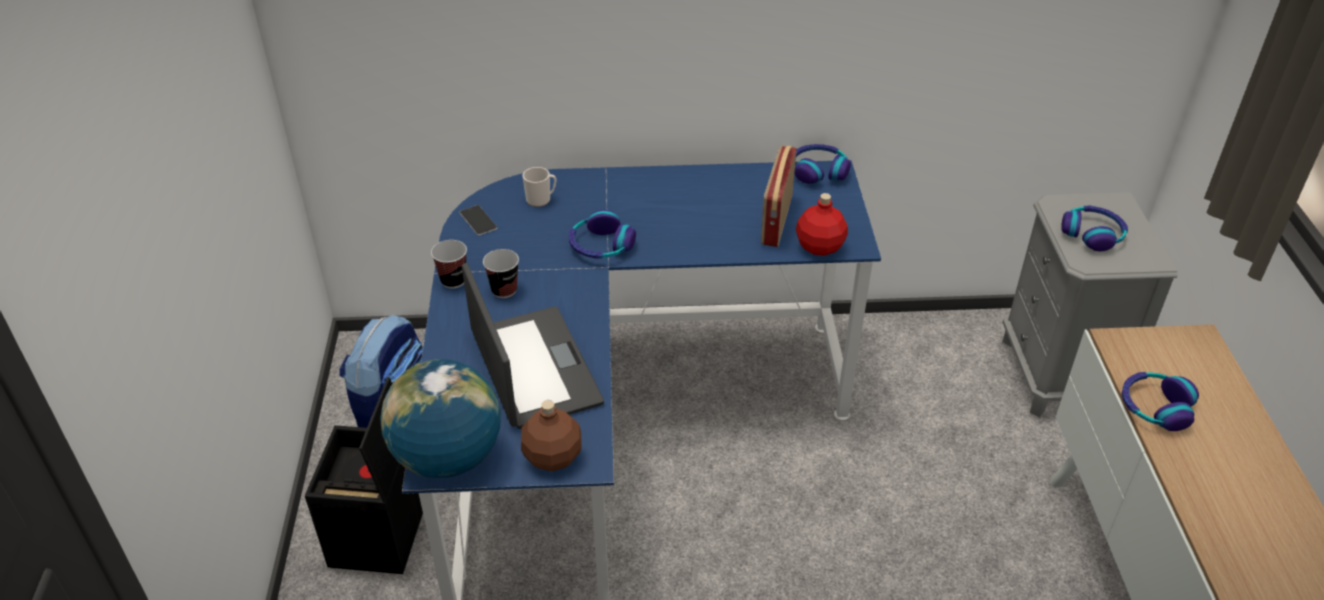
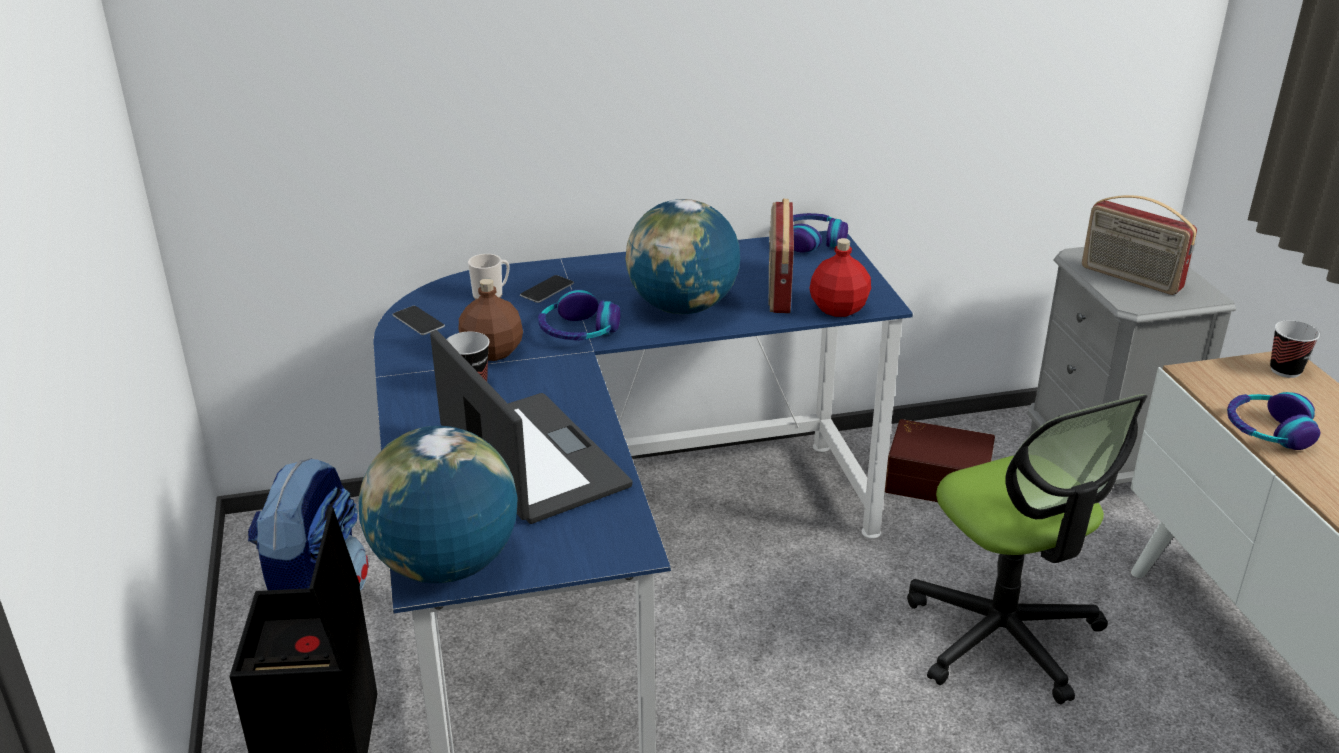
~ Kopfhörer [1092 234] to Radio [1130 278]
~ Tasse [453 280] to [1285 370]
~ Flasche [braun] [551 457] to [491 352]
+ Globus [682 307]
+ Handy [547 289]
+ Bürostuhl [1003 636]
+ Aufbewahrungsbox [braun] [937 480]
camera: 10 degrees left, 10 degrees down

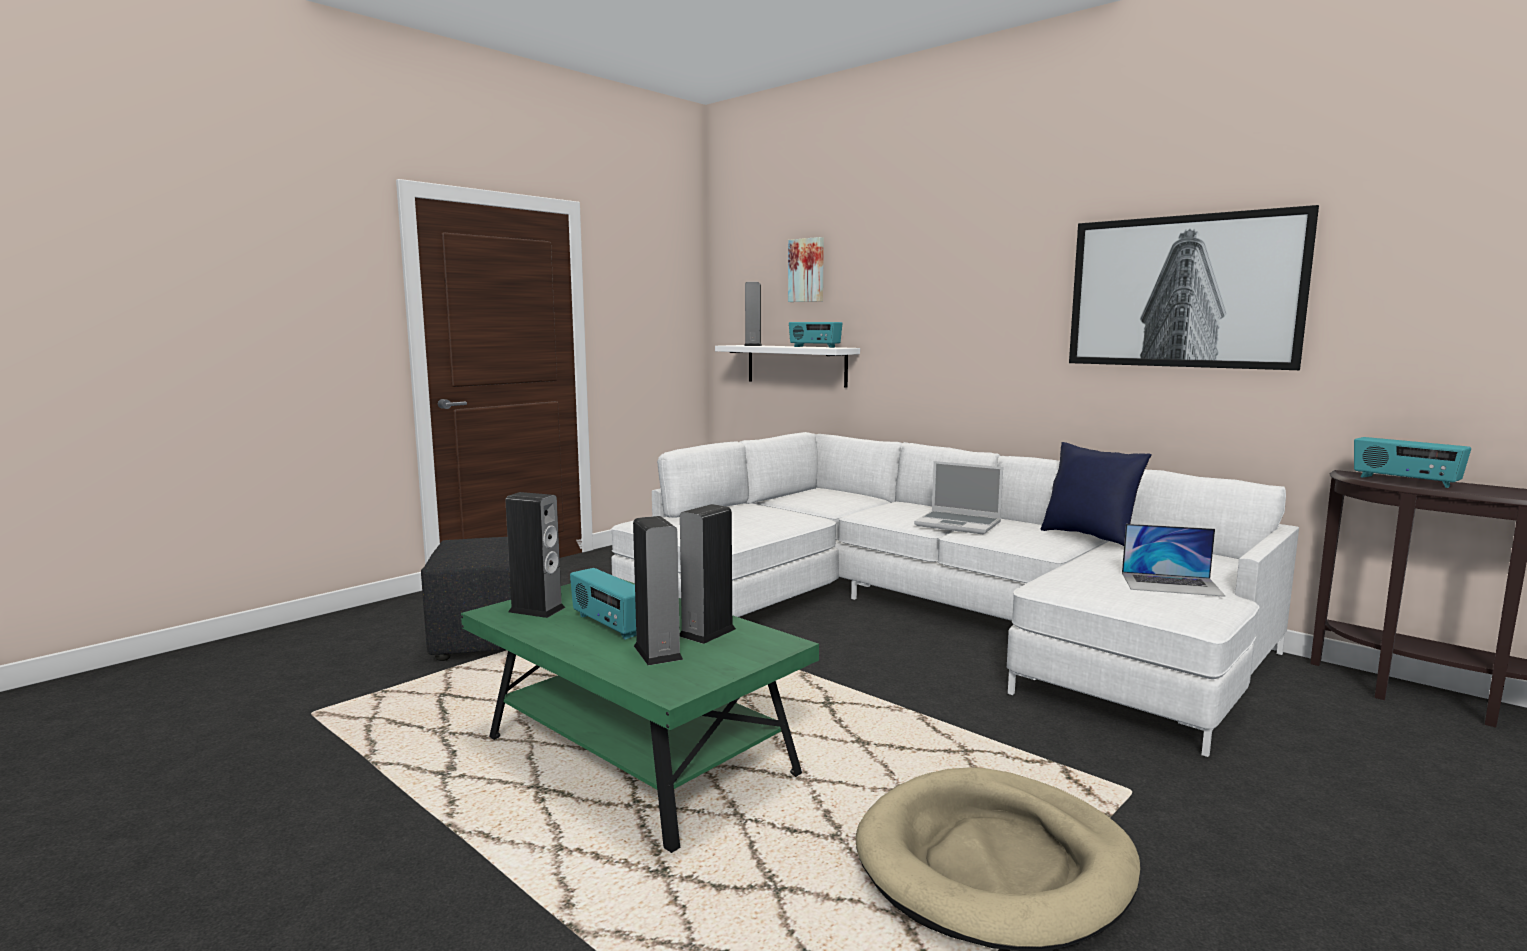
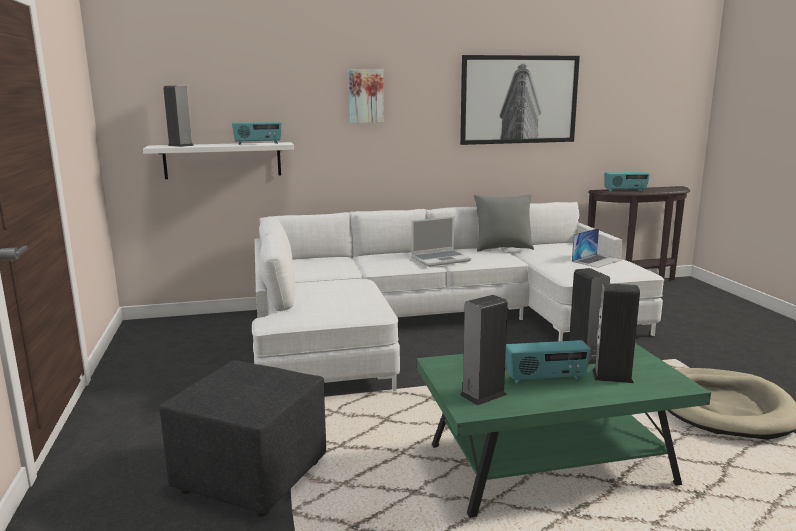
~ Bild [807 270] to [366 96]
~ Kissen [blau] [1089 537] to Kissen [grau] [502 248]
camera: 55 degrees left, 5 degrees up

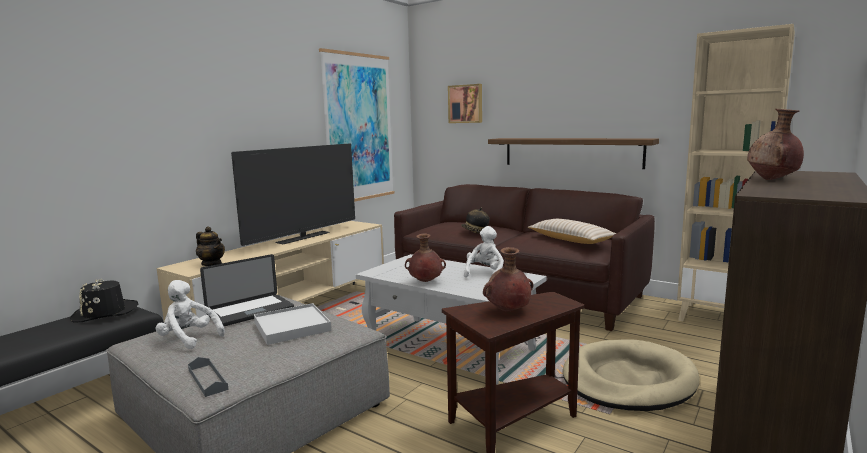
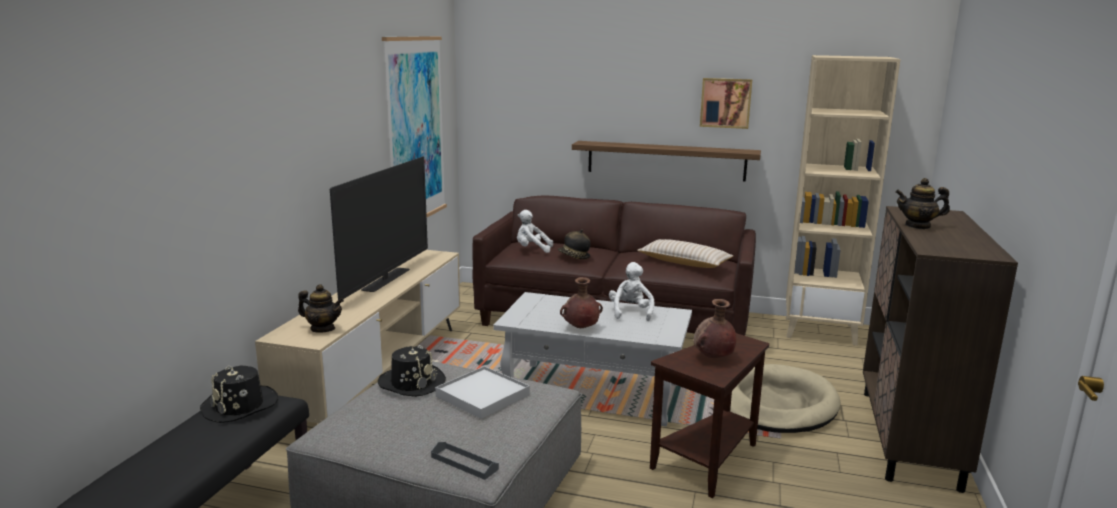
~ Bild [466 104] to [725 103]
~ Vase [braun] [772 179] to Teekanne [918 226]
~ Laptop [250 311] to Hut [schwarz] [411 383]
~ Plüschtier [weiß] [189 339] to [532 249]
camera: 20 degrees left, 5 degrees up

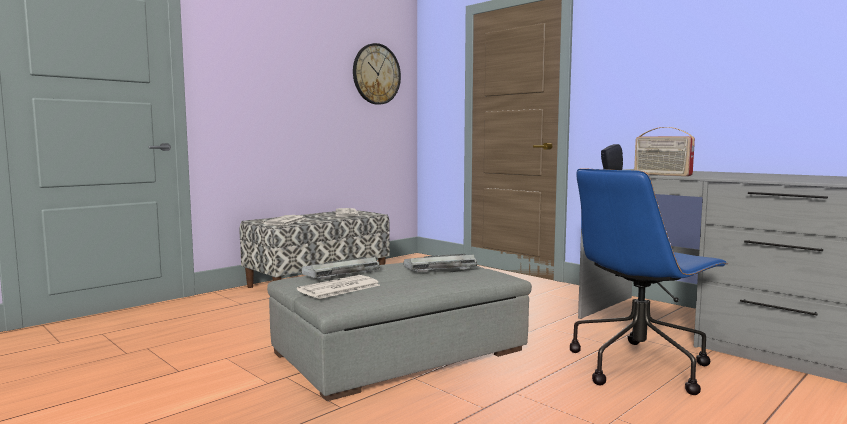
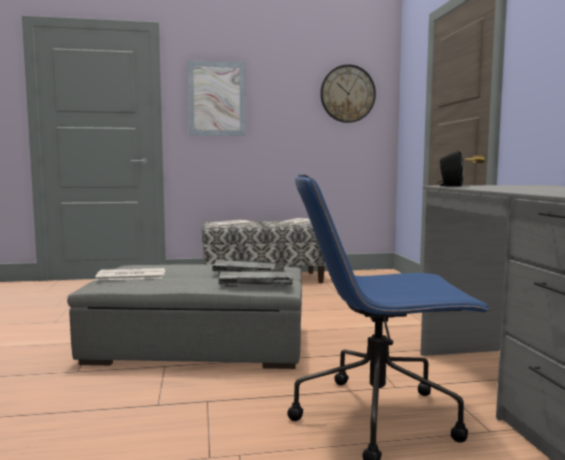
- Radio [661 175]
~ Tastatur [340 273] to [255 284]
+ Bild [217 99]
camera: 35 degrees right, 0 degrees up

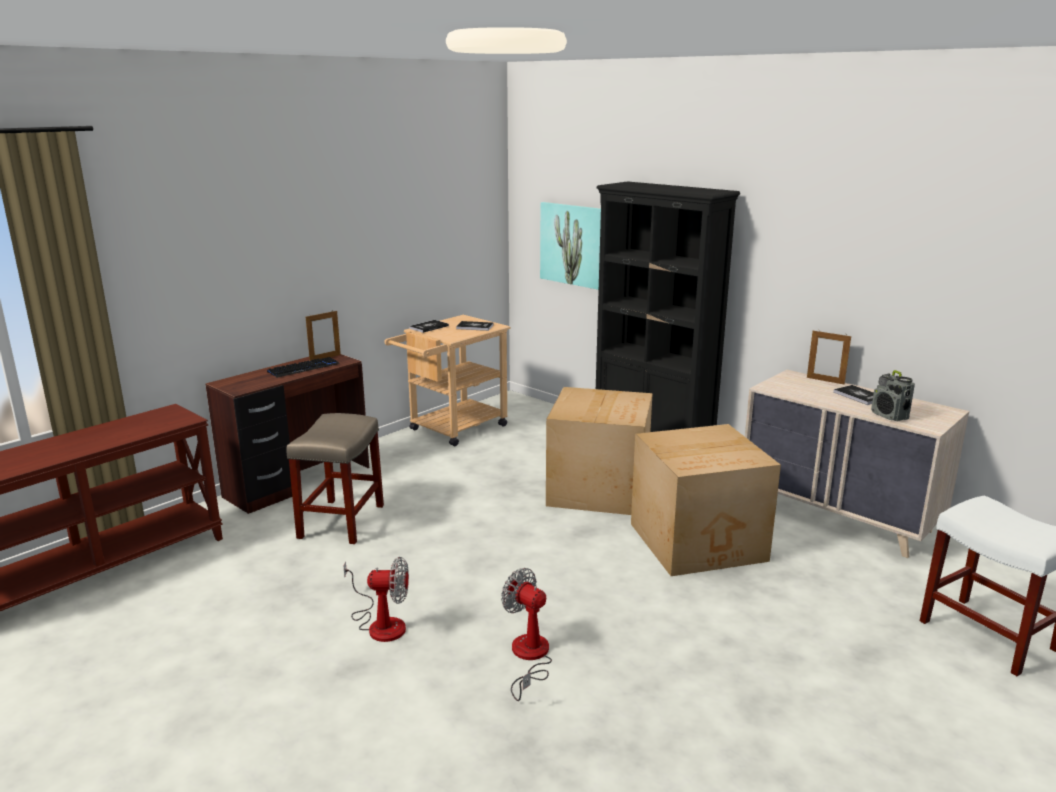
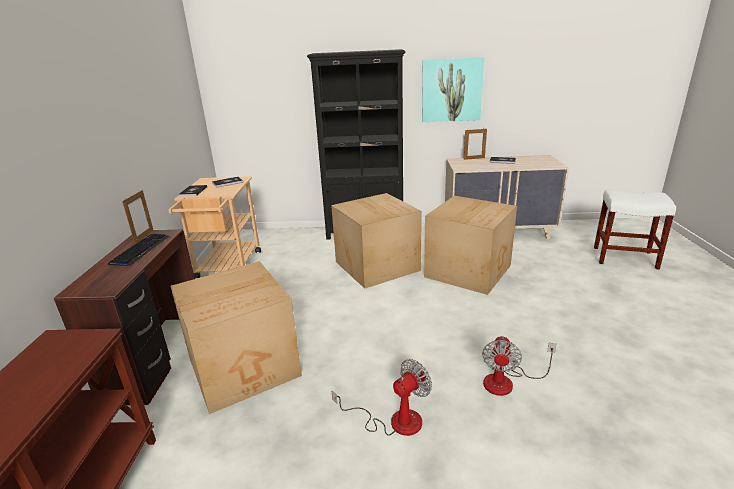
~ Bild [572 244] to [451 90]
- Radio [889 416]
~ Hocker [beige] [341 522] to Karton [245 367]
~ Ventilator [529 657] = [507 382] 75 degrees counterclockwise
camera: 40 degrees left, 5 degrees up

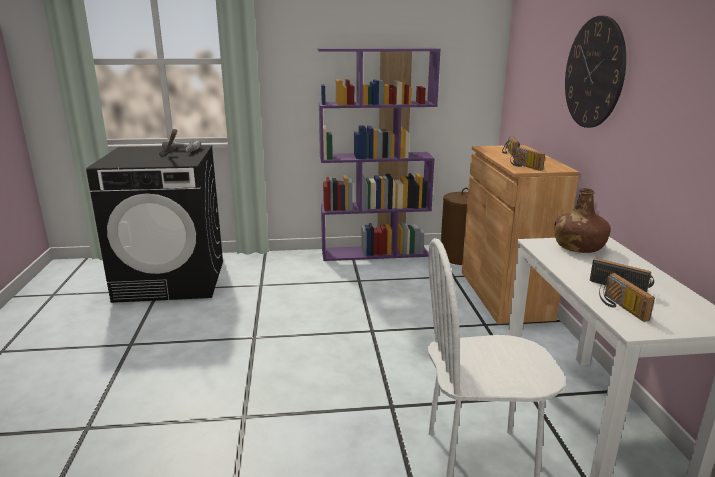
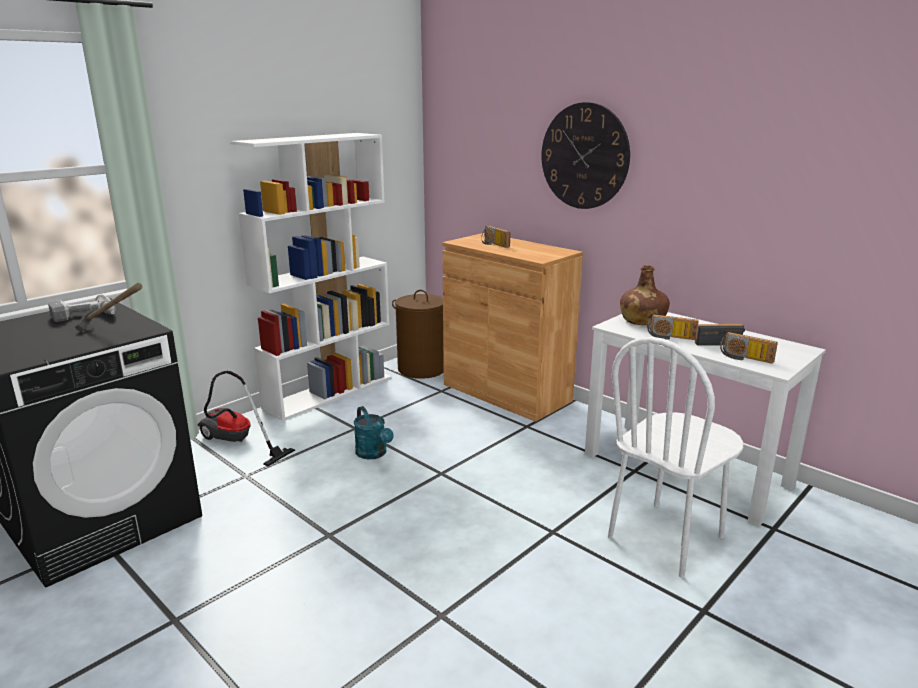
~ Bücherregal [lila] [375 252] to Bücherregal [weiß] [329 392]
~ Radio [524 166] to [670 337]
+ Staubsauger [235 443]
+ Gießkanne [türkis] [374 454]
camera: 40 degrees left, 0 degrees up

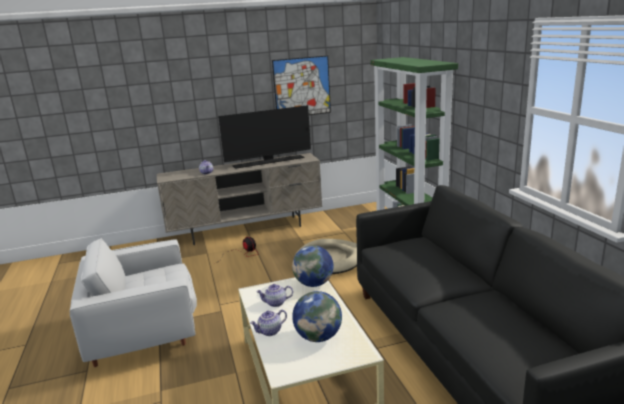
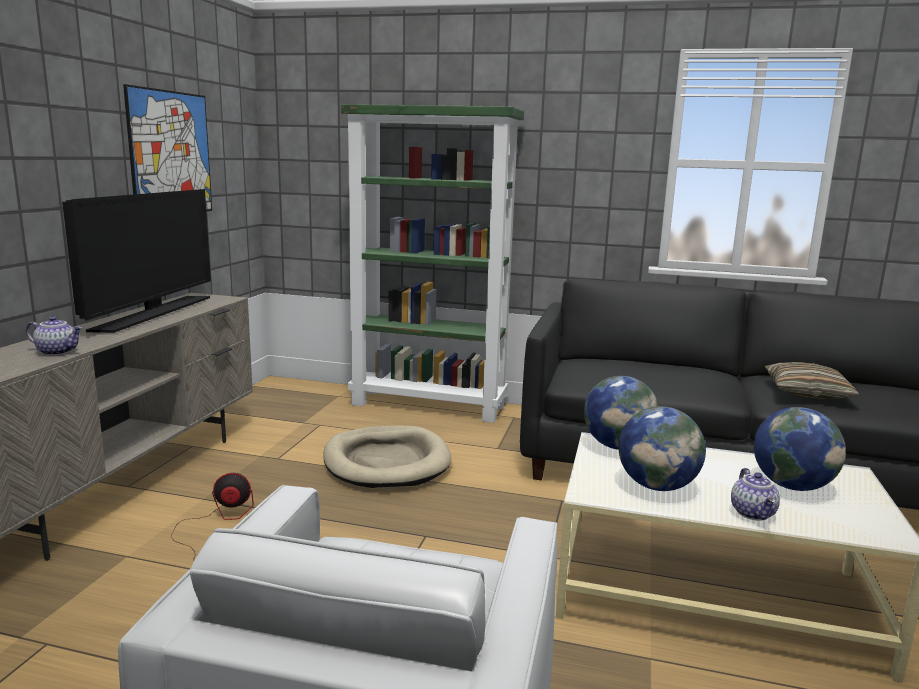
~ Teekanne [275 303] to Globus [657 486]
+ Kissen [807 392]
camera: 60 degrees left, 5 degrees down

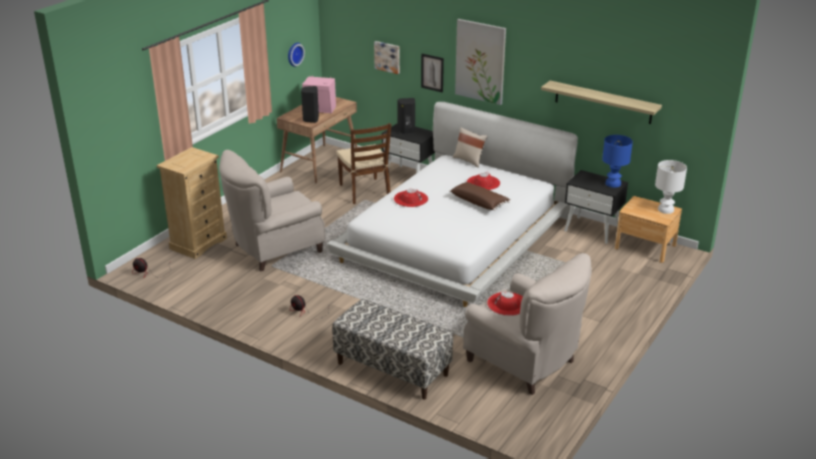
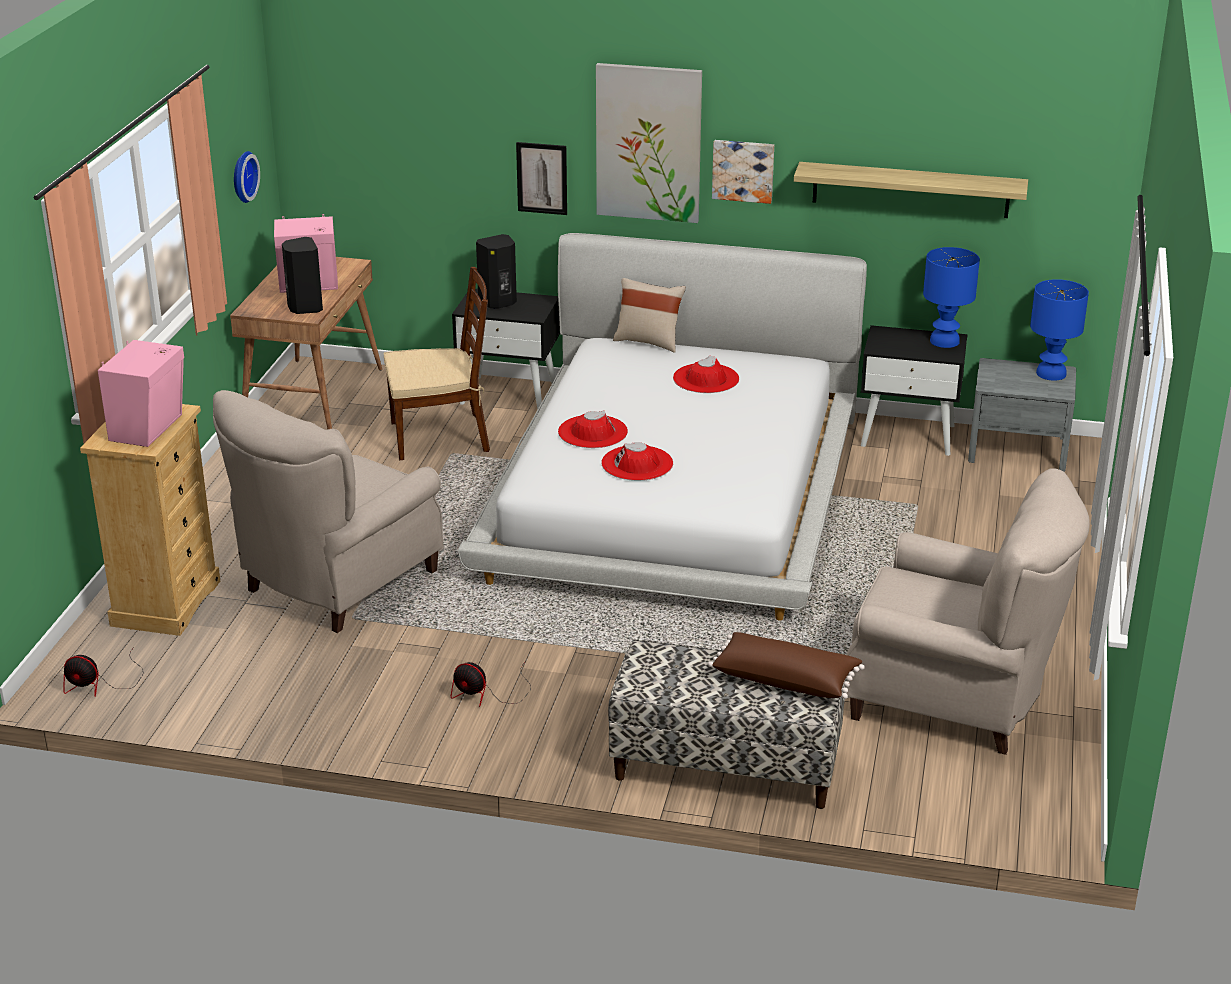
~ Bild [387 57] to [743 170]
~ Stuhl [braun] [365 191] = [441 436] 60 degrees counterclockwise
~ Tischlampe [weiß] [665 210] to Tischlampe [blau] [1050 374]
~ Kissen [braun] [479 202] to [785 679]
~ Nachttisch [braun] [645 247] to Nachttisch [grau] [1017 449]
~ Hut [rot] [507 304] to [637 463]
+ Lautsprecher [rosa] [150 427]
camera: 20 degrees left, 0 degrees up

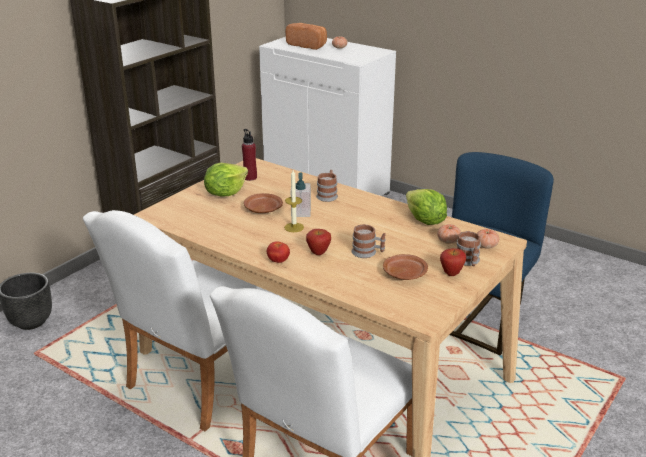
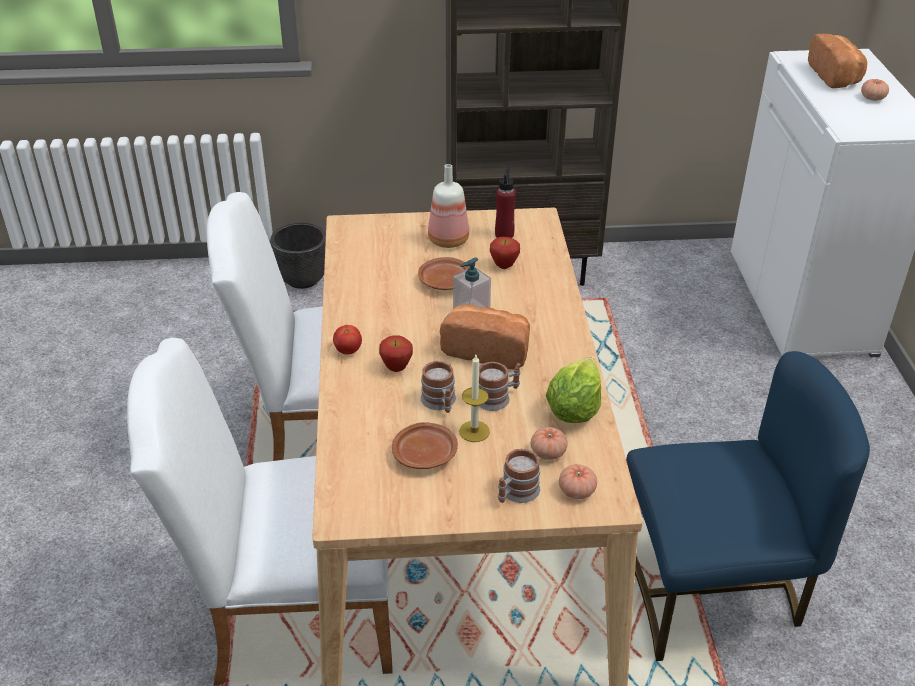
~ Salatkopf [225 193] to Flasche [447 240]
~ Kerze [294 227] to [474 431]
~ Henkelbecher [328 195] to [497 398]
~ Apfel [451 274] to [504 266]
+ Brot [488 350]
camera: 50 degrees right, 10 degrees up

